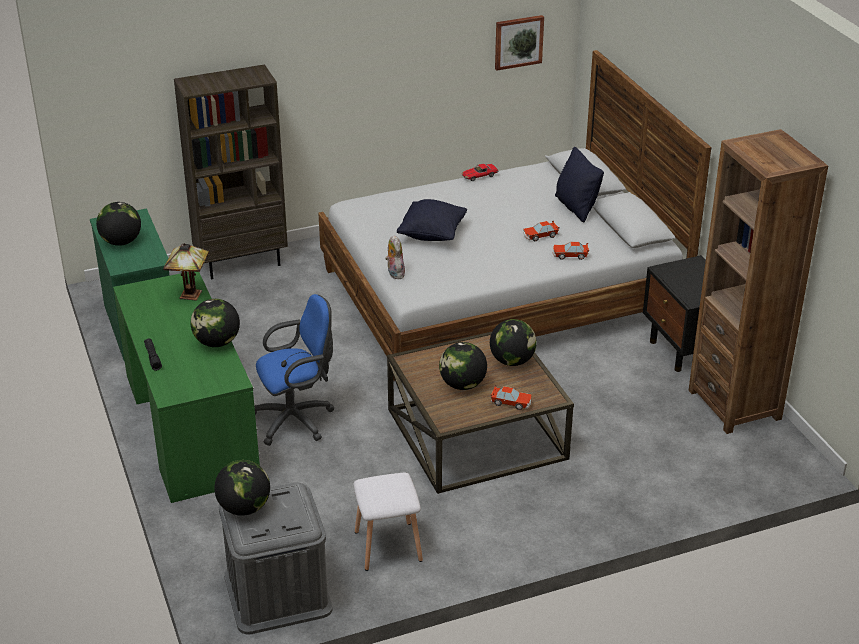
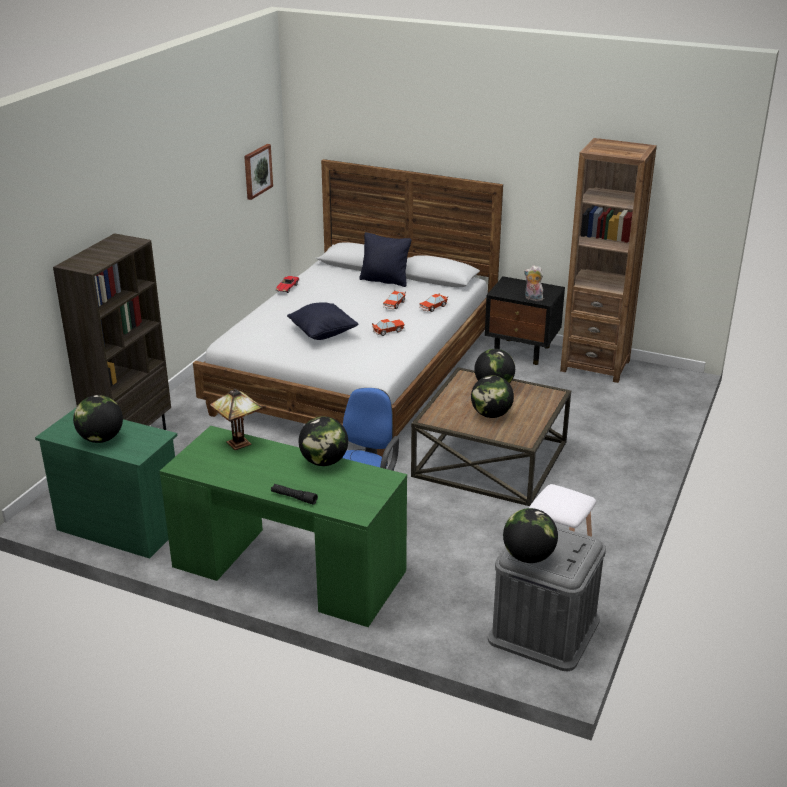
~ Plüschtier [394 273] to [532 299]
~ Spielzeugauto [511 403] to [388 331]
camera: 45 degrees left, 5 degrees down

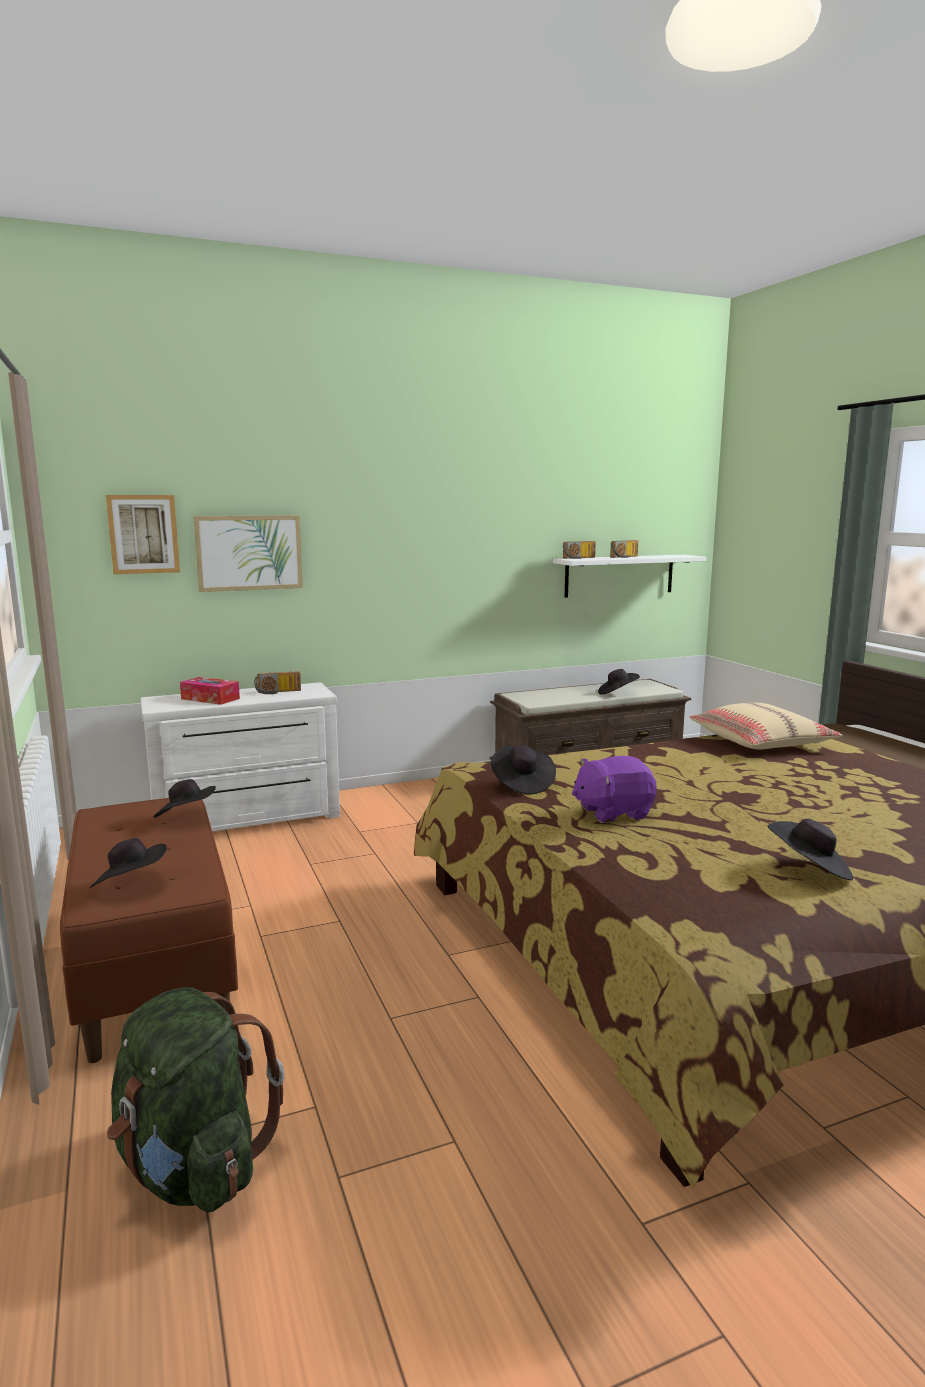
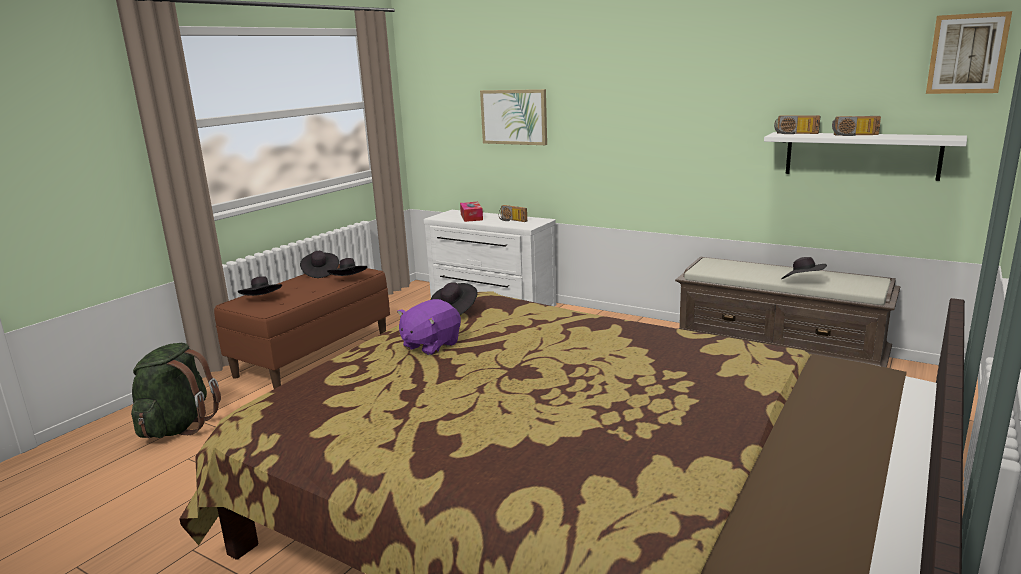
~ Bild [143 534] to [967 54]
- Kissen [beige] [761 741]
~ Plüschtier [lila] [612 812] = [430 345] 90 degrees counterclockwise
~ Hut [schwarz] [809 869] to [320 273]
camera: 55 degrees right, 5 degrees up

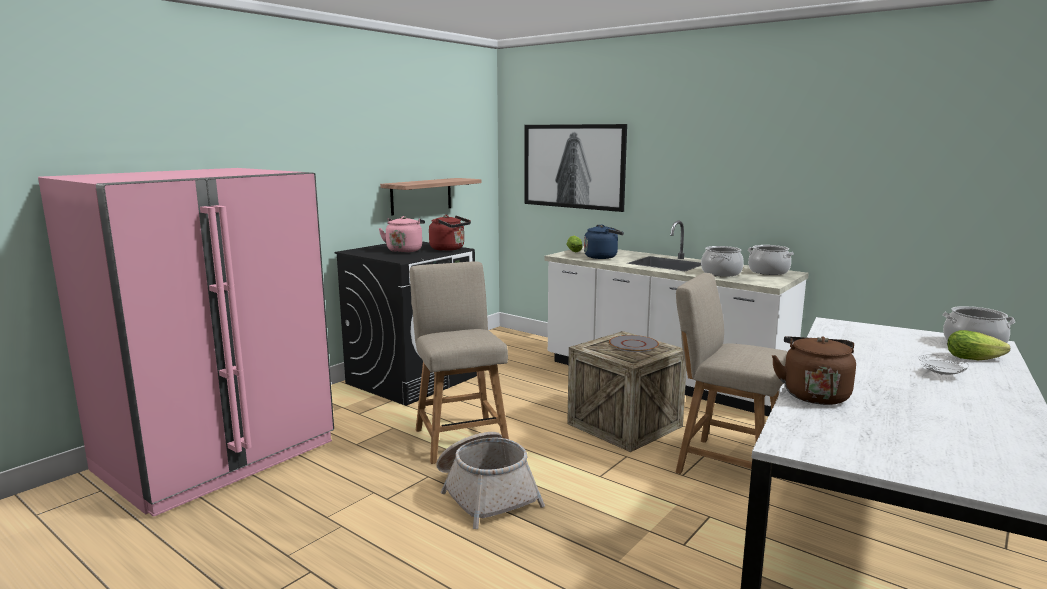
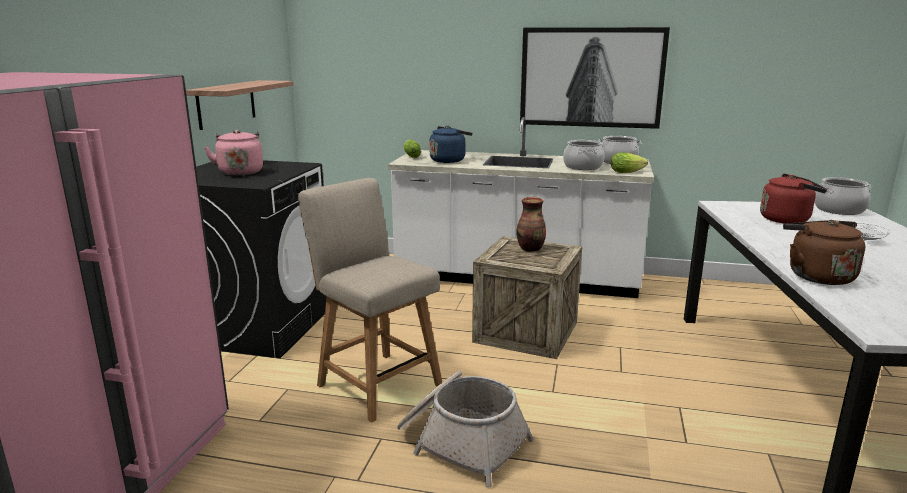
~ Bild [573 166] to [591 77]
~ Wasserkessel [rot] [449 249] to [787 219]
- Stuhl [beige] [723 464]
~ Salatkopf [976 358] to [629 172]
~ Teller [grau] [633 344] to Vase [531 249]
camera: 25 degrees left, 5 degrees up

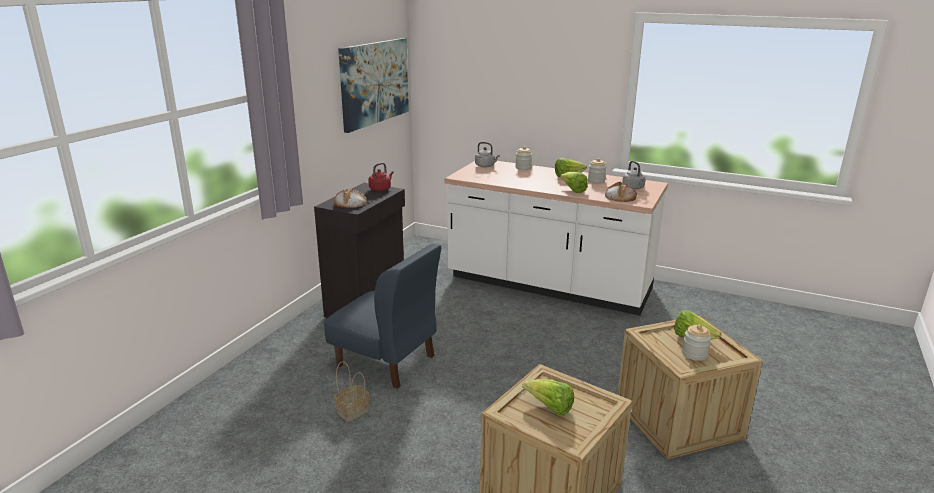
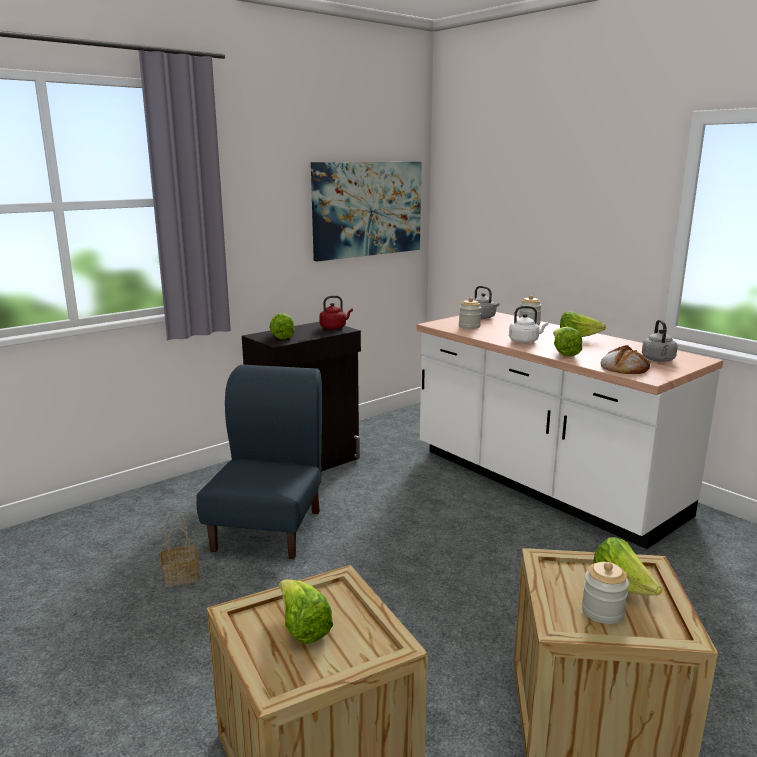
~ Vorratsglas [596 181] to [469 326]
~ Brot [350 203] to Salatkopf [282 336]
~ Stuhl [blau] [386 361] = [269 530] 135 degrees counterclockwise
+ Wasserkessel [weiß] [525 341]
camera: 25 degrees right, 5 degrees down

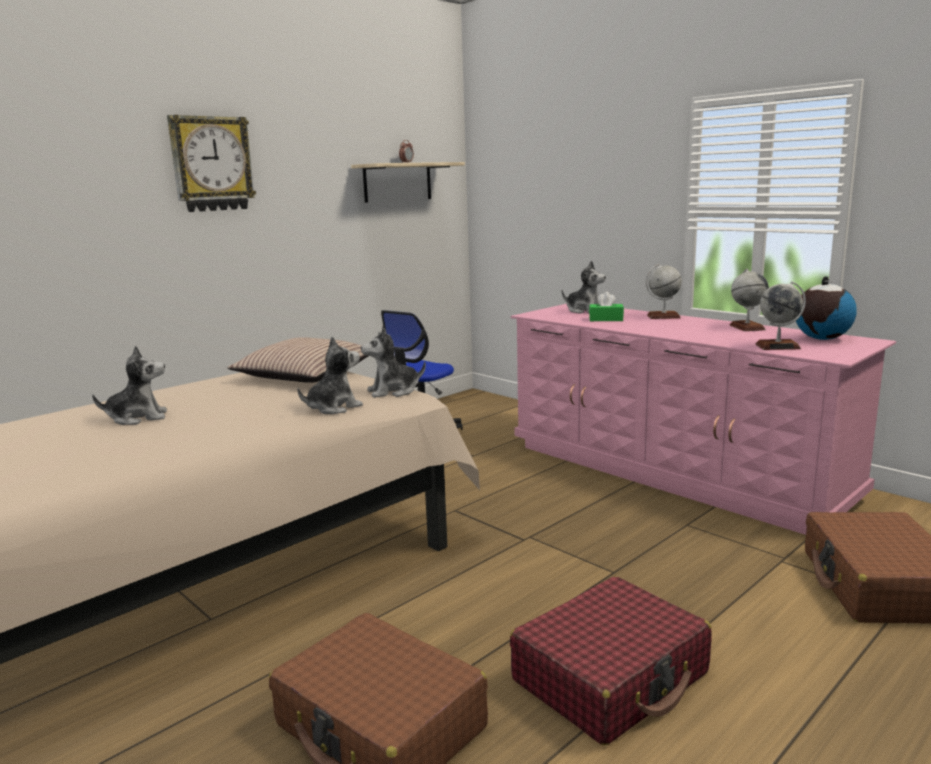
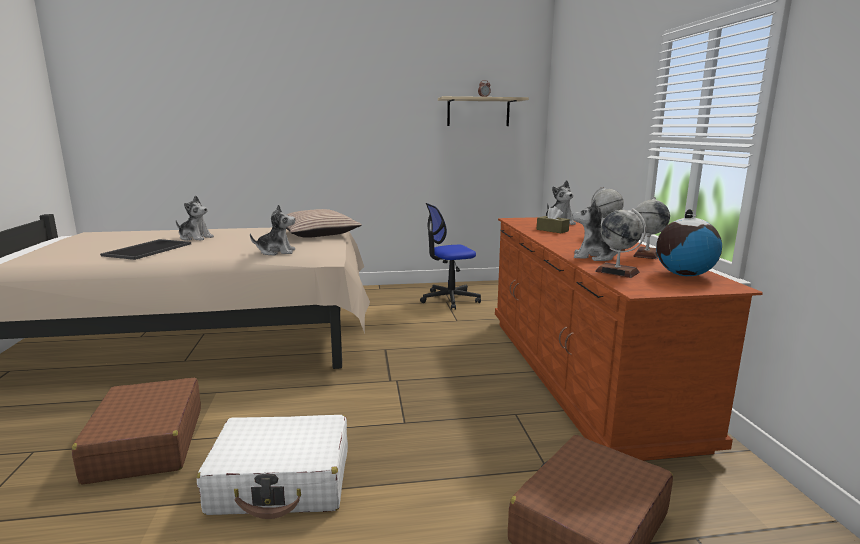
- Wanduhr [211 164]
~ Taschentuchbox [grün] [606 319] to Taschentuchbox [braun] [552 230]
~ Kommode [rosa] [672 471] to Kommode [braun] [579 374]
~ Plüschtier [393 391] to [595 257]
~ Koffer [rot] [611 677] to Koffer [weiß] [282 481]
+ Tablett [148 249]
camera: 35 degrees right, 0 degrees up

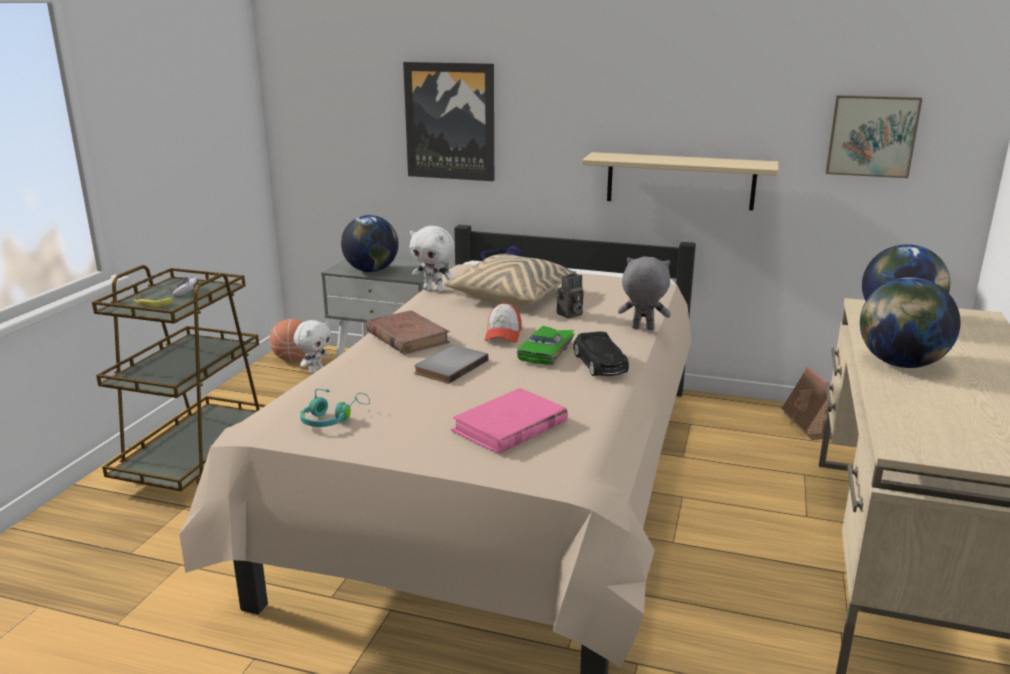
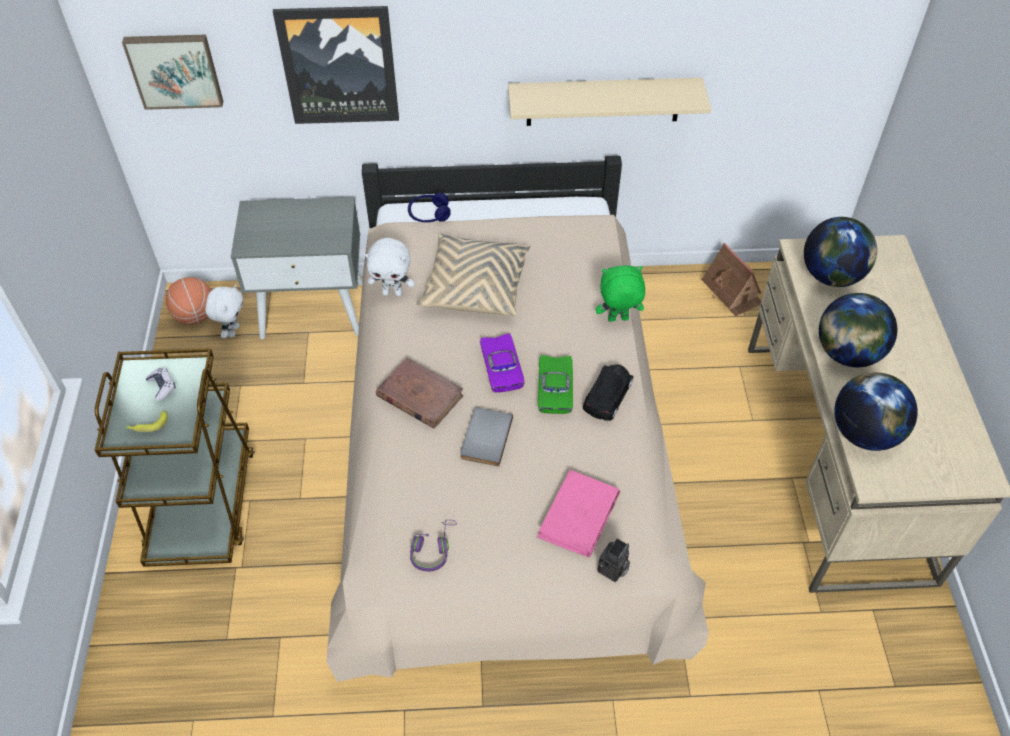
~ Bild [871 135] to [175 70]
~ Globus [371 271] to [864 433]
~ Plüschtier [grau] [642 329] to Plüschtier [grün] [618 320]
~ Kamera [569 315] to [612 571]
~ Kappe [503 334] to Spielzeugauto [lila] [503 367]
~ Spielzeugauto [schwarz] [600 364] = [608 396] 120 degrees counterclockwise
~ Kopfhörer [türkis] [332 419] to Kopfhörer [lila] [433 549]
camera: 20 degrees left, 30 degrees up

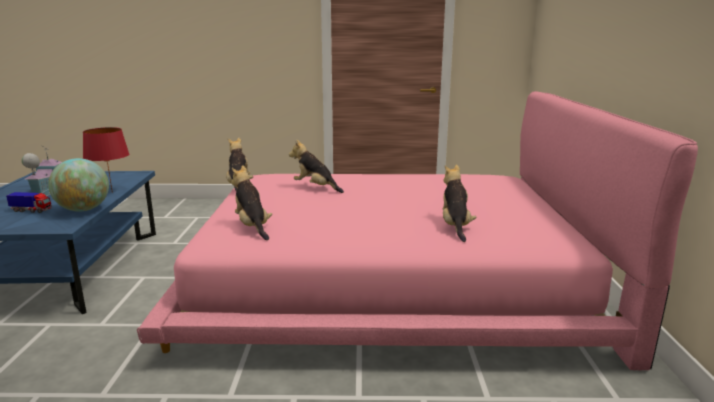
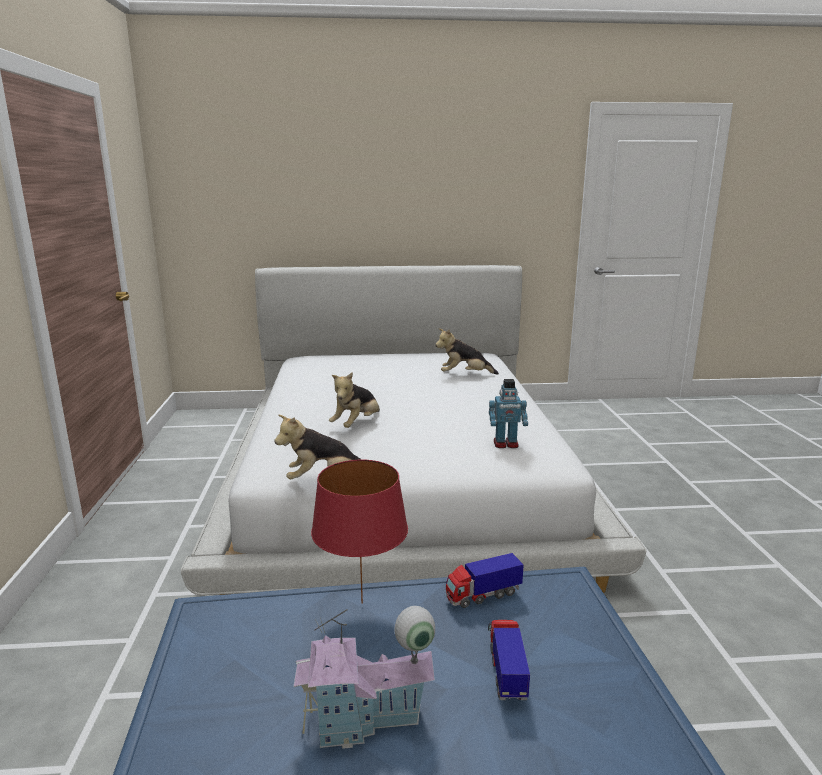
~ Bett [rosa] [391 279] to Bett [weiß] [401 476]
~ Globus [83 210] to Spielzeuglaster [482 595]
~ Plüschtier [252 227] to Spielzeugroboter [506 444]
camera: 95 degrees left, 0 degrees up

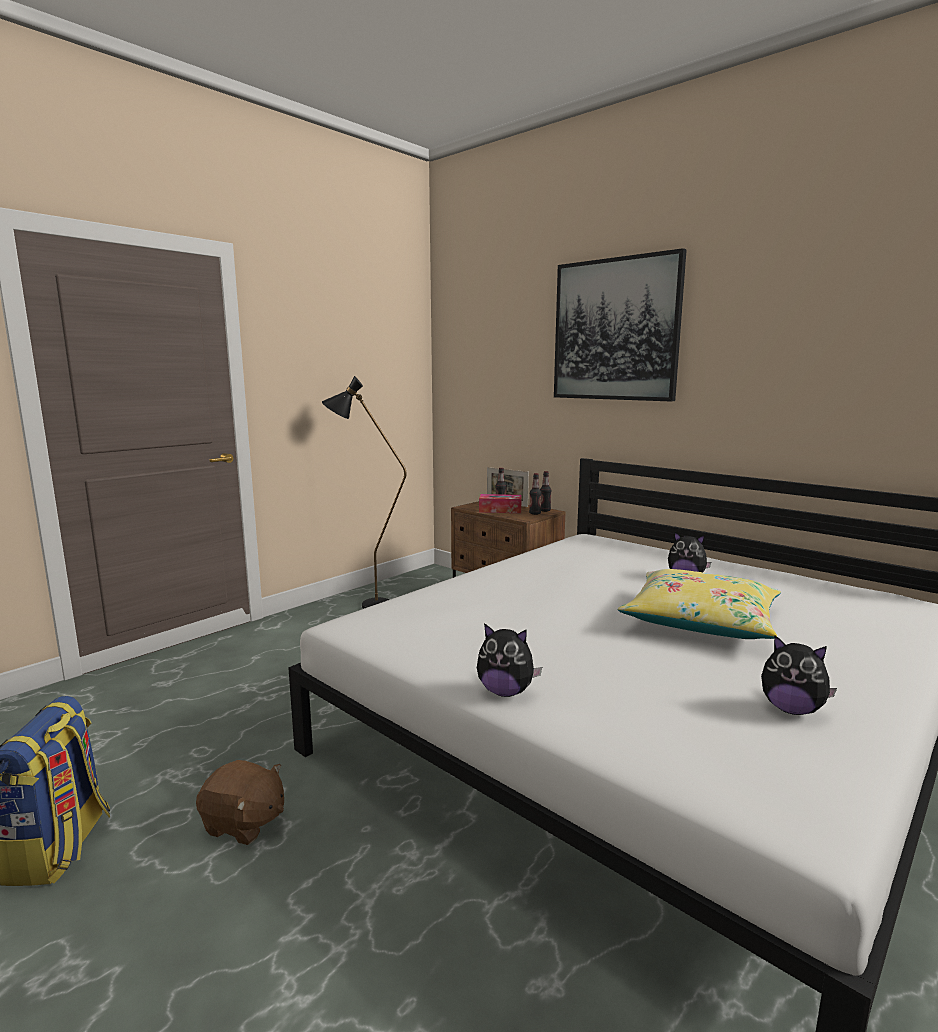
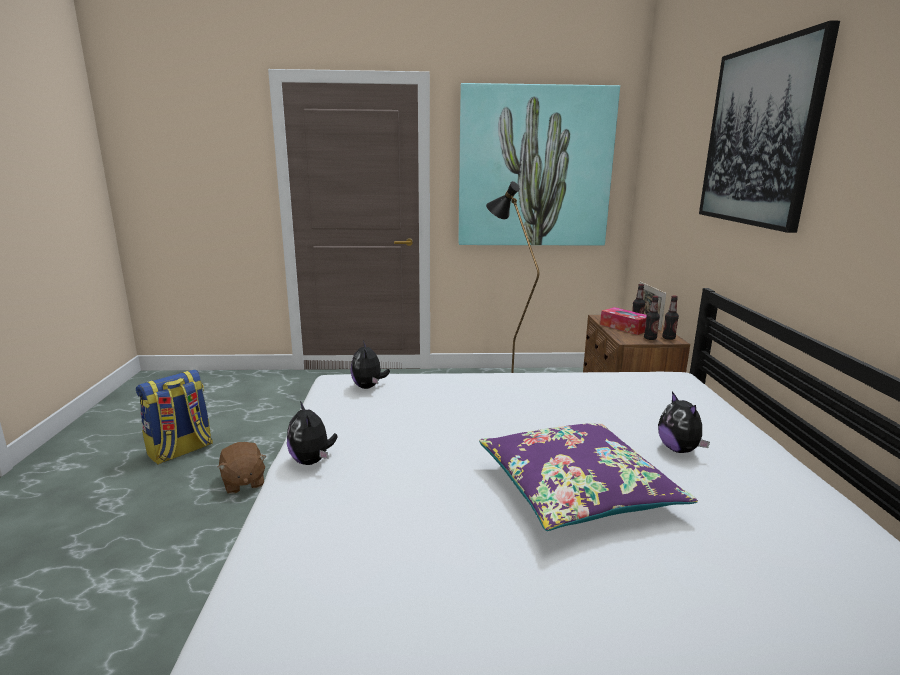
~ Kissen [gelb] [700 620] to Kissen [lila] [576 490]
~ Plüschtier [791 709] to [368 387]
+ Bild [534 168]
camera: 45 degrees right, 5 degrees up

